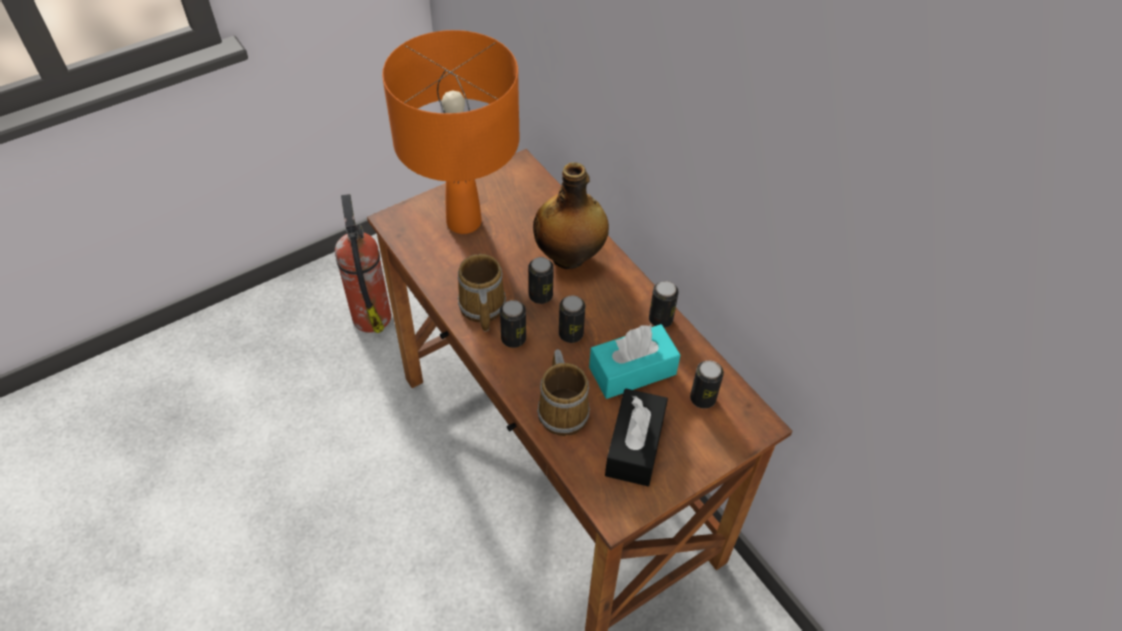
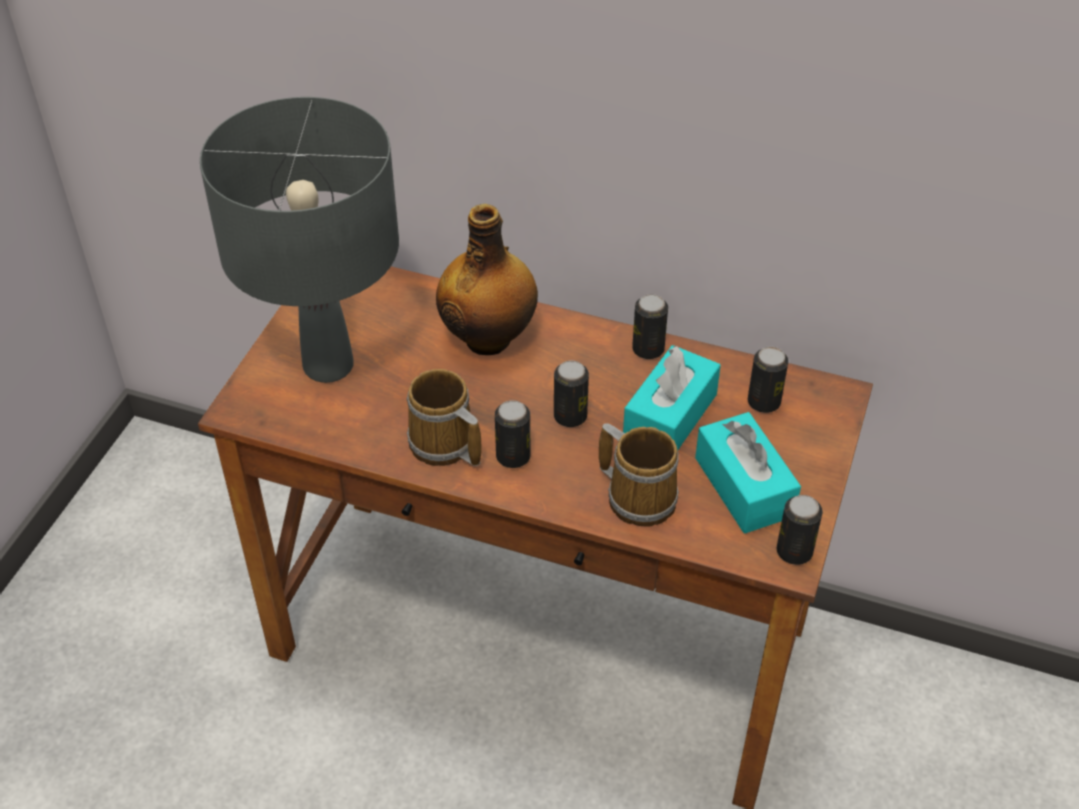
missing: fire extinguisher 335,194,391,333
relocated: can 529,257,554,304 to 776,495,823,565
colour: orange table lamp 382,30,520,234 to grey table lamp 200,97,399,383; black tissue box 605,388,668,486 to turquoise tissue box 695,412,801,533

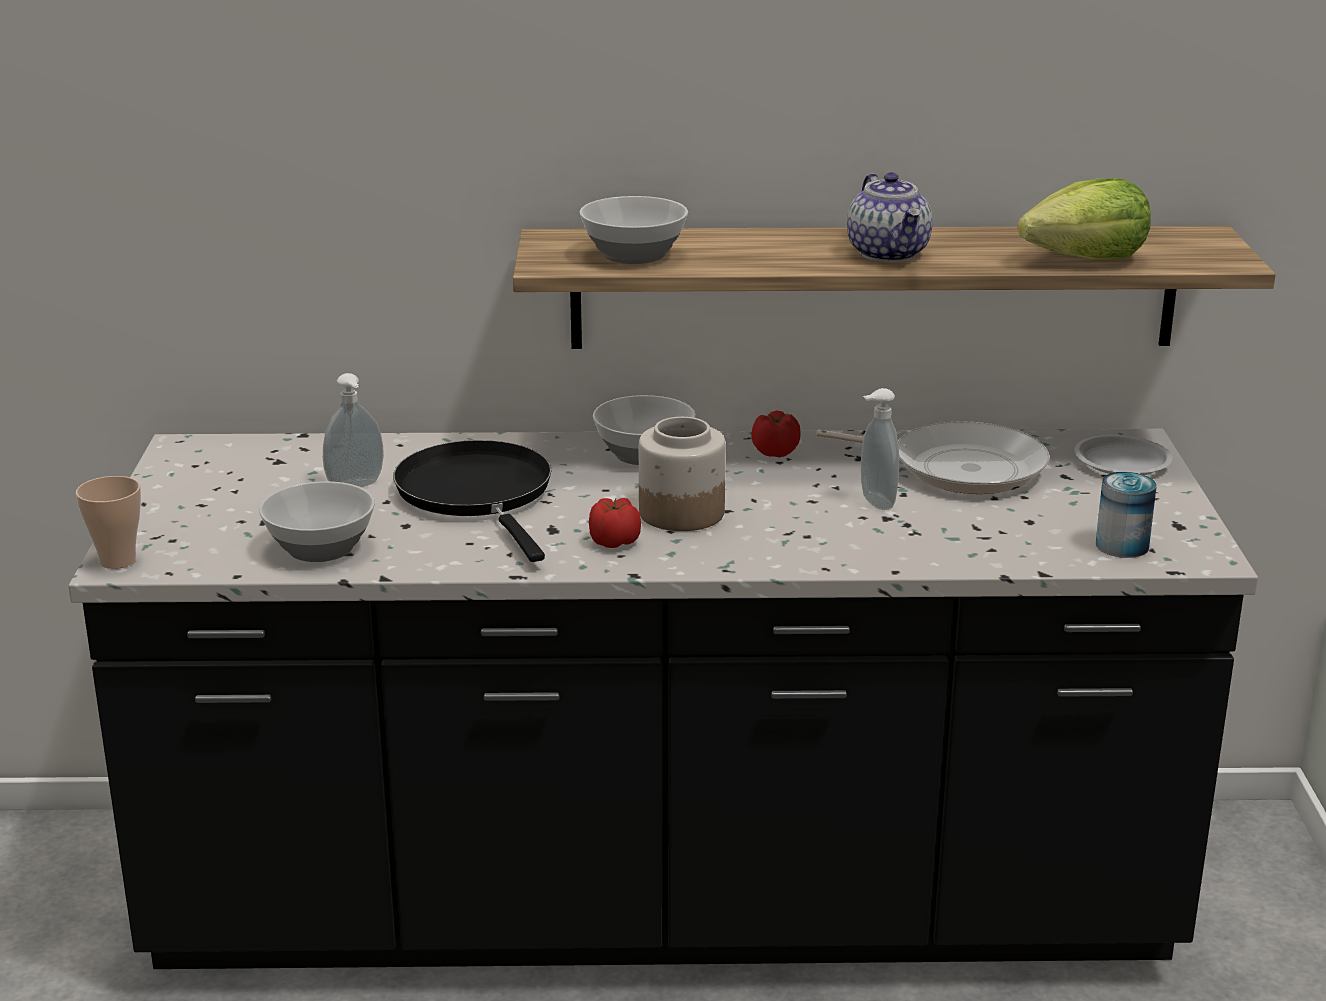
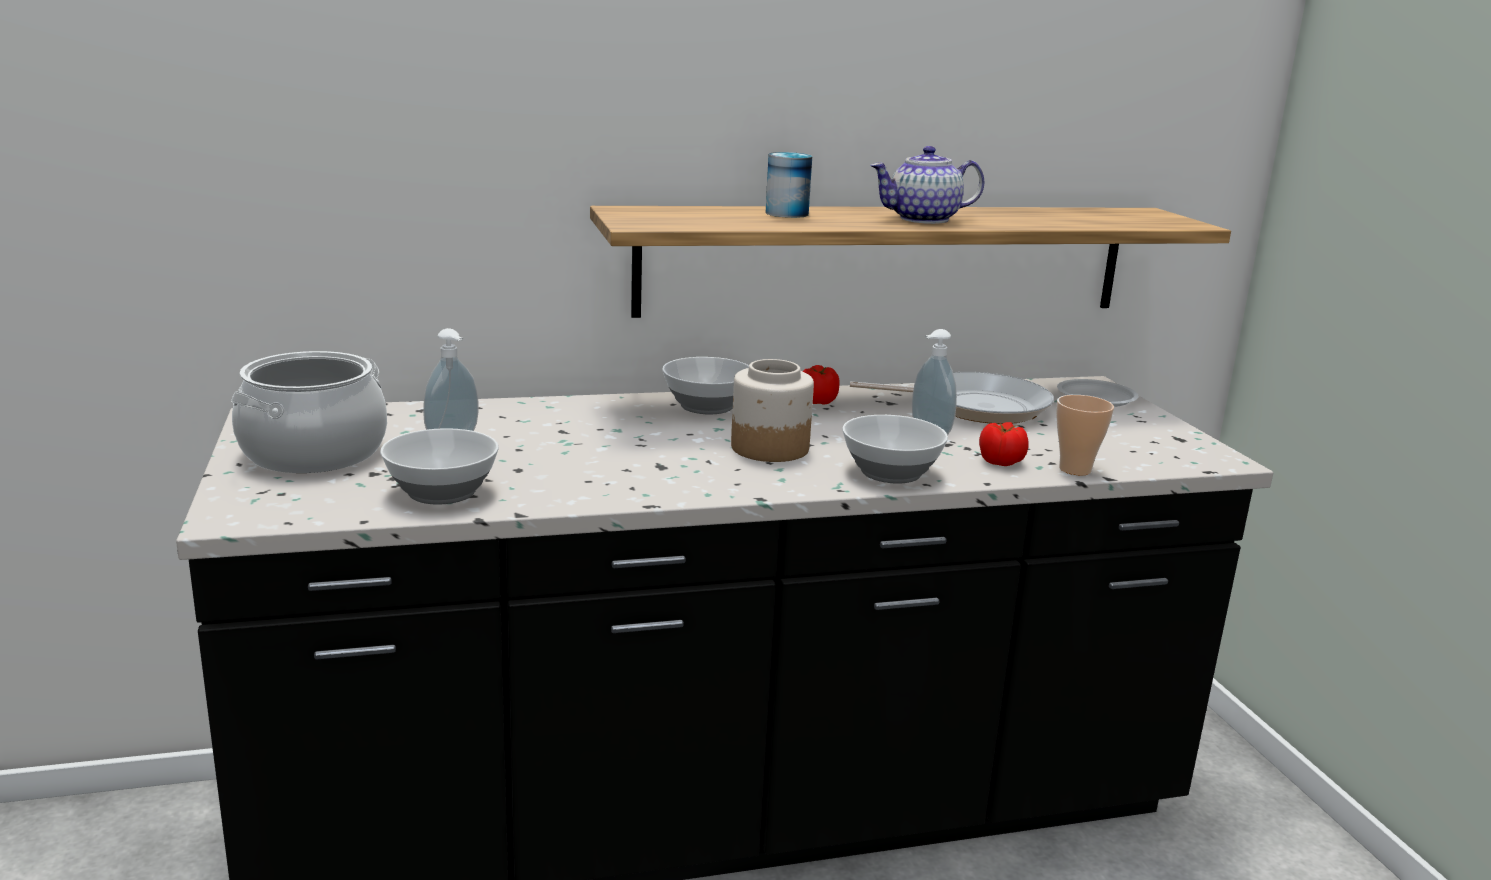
missing: black frying pan 393,440,552,562; lettuce 1018,178,1151,259
appeared: cooking pot 231,351,387,473
relocated: can 1096,472,1157,558 to 766,152,812,218; bowl 579,196,688,264 to 842,415,948,484; tomato 589,498,641,548 to 979,422,1028,466; cup 76,476,141,569 to 1056,395,1114,476
spun: teapot 847,172,933,262 = 870,146,984,224 105 degrees clockwise

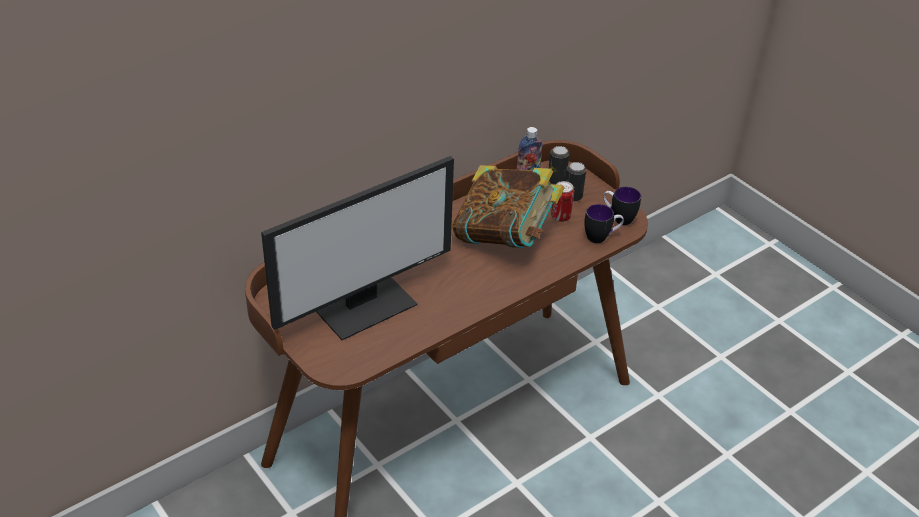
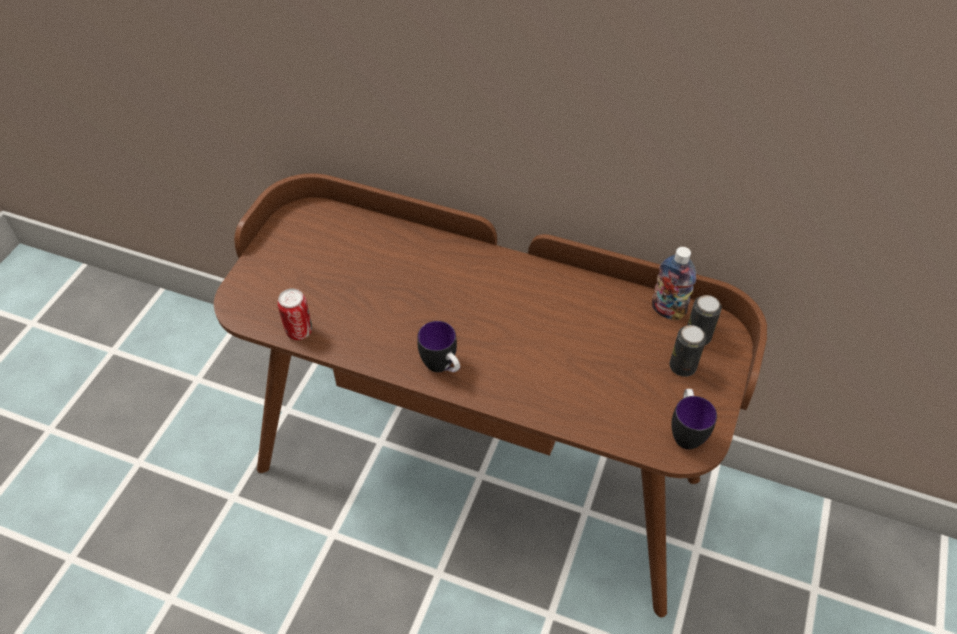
missing: monitor 261,156,454,340; book 452,165,564,248
relocated: can 551,181,574,222 to 278,288,312,340; mug 584,204,624,243 to 417,321,460,372

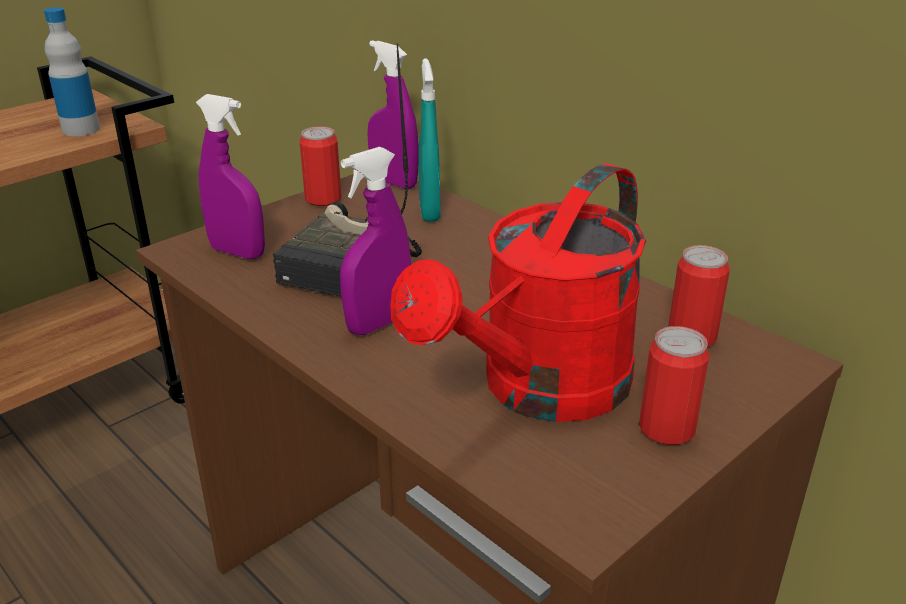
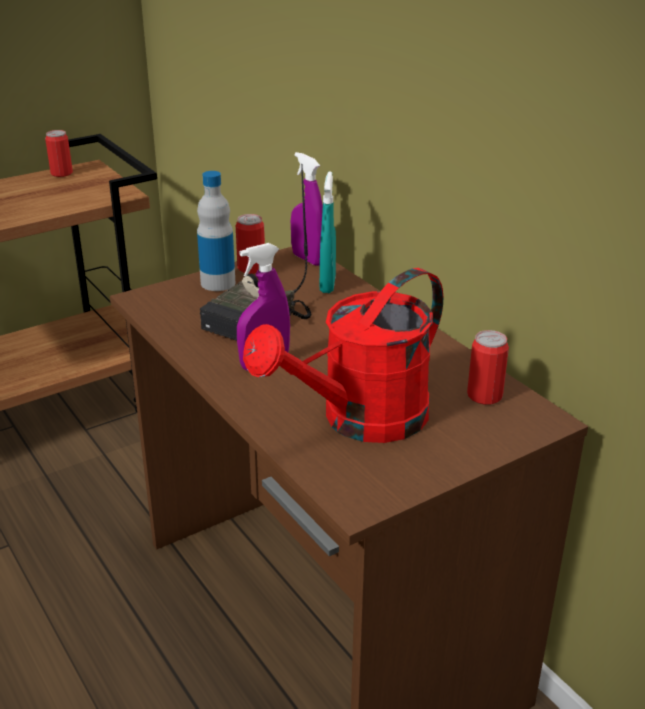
missing: purple spray bottle 196,94,265,259
relocated: can 639,326,709,445 to 45,130,73,177; bottle 44,7,100,136 to 197,171,235,291

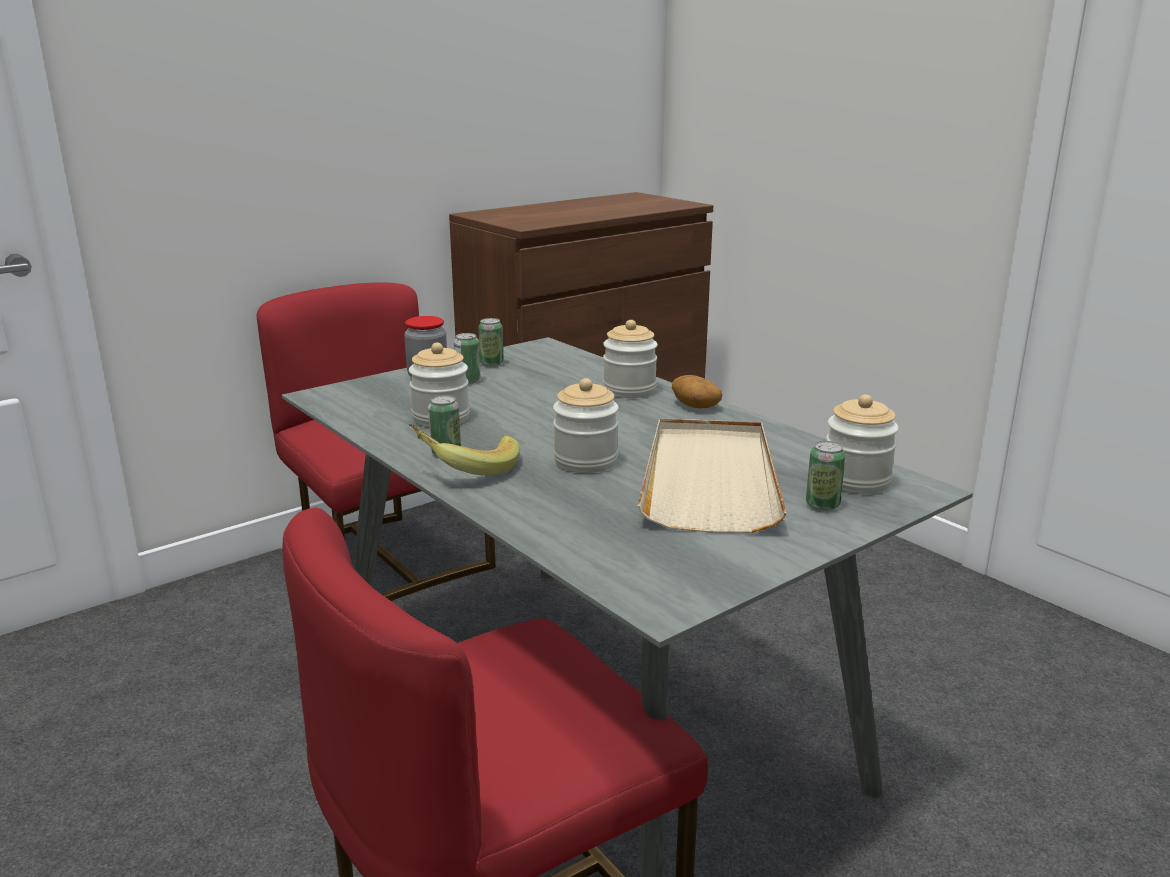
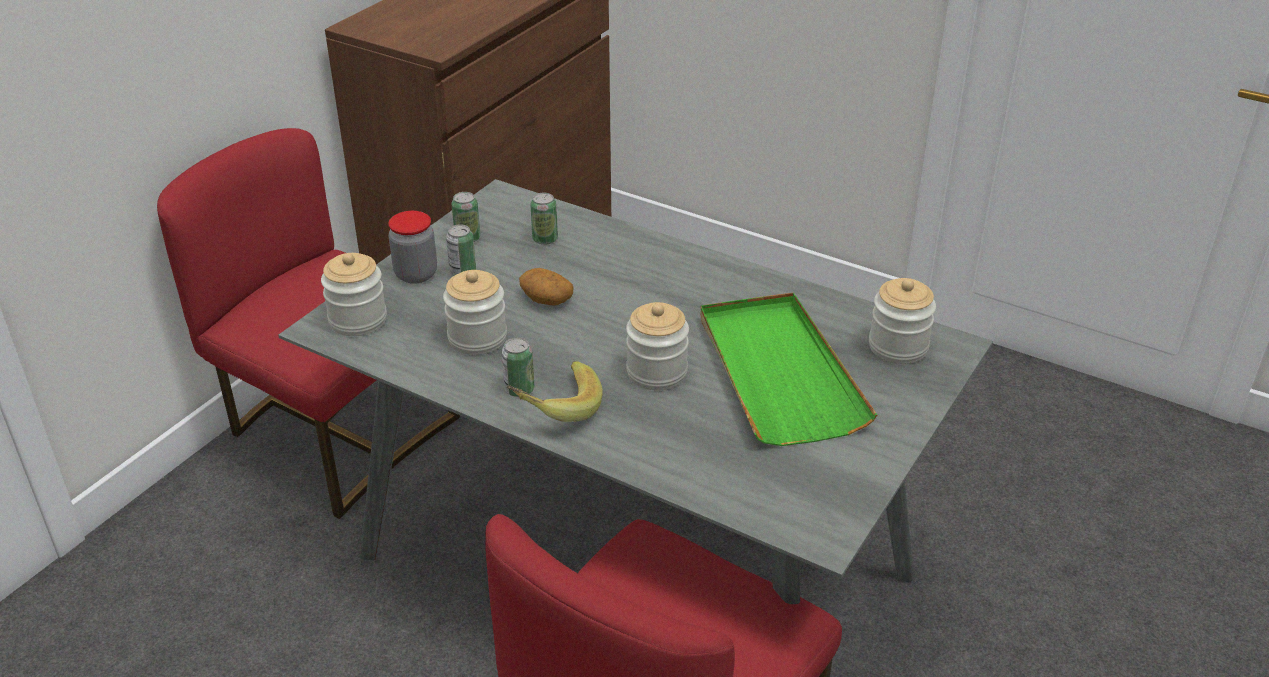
relocated: jar 603,320,658,398 to 321,253,387,336; potato 672,375,722,408 to 519,268,574,305; can 806,441,846,511 to 531,193,558,245
colour: beige tray 638,418,787,533 to green tray 700,293,877,446

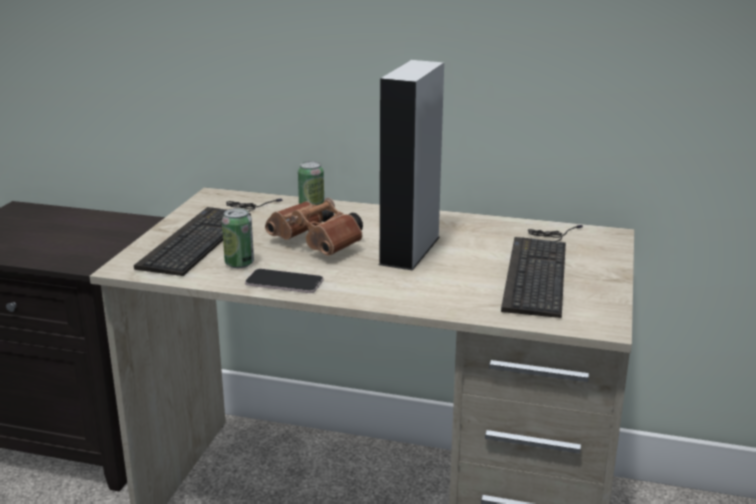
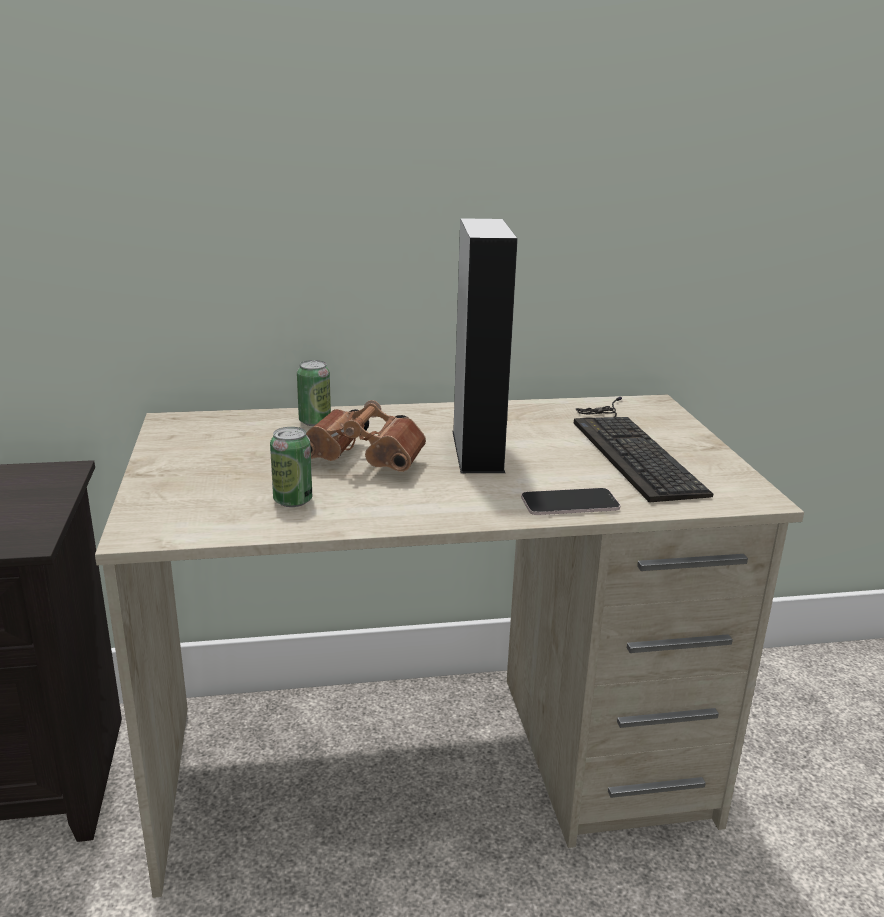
missing: keyboard 134,199,282,276
relocated: phone 245,269,323,293 to 521,488,620,515

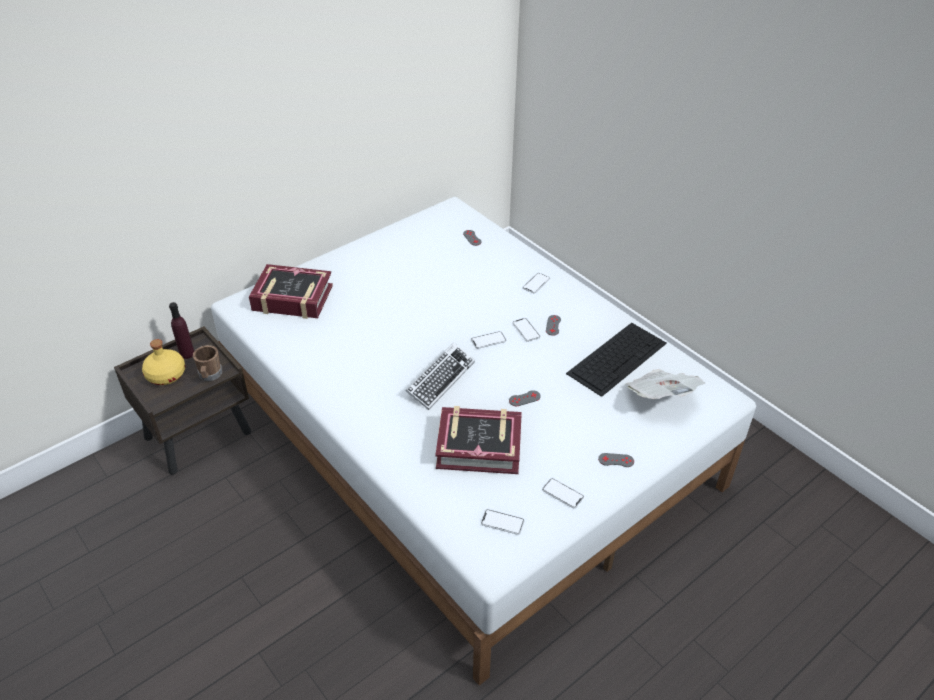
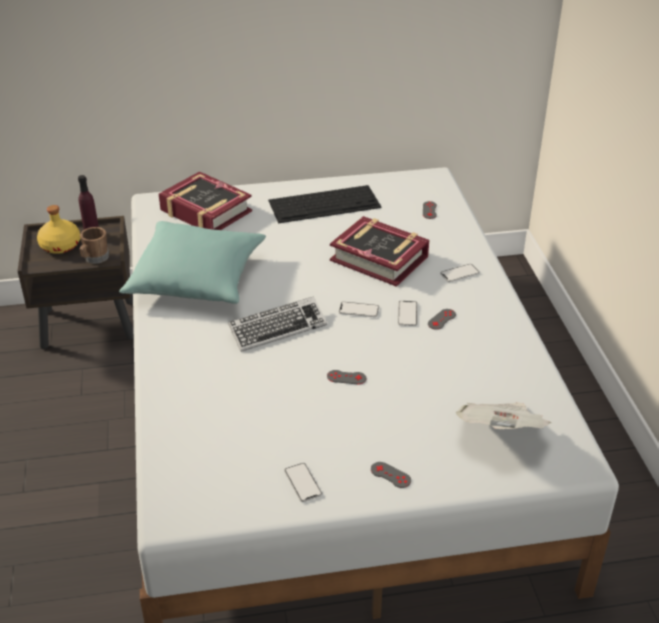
missing: phone 481,509,524,535
appeared: turquoise pillow 119,221,266,304
relocated: keyboard 566,323,667,397 to 268,185,382,223; book 435,406,522,474 to 330,216,429,287

